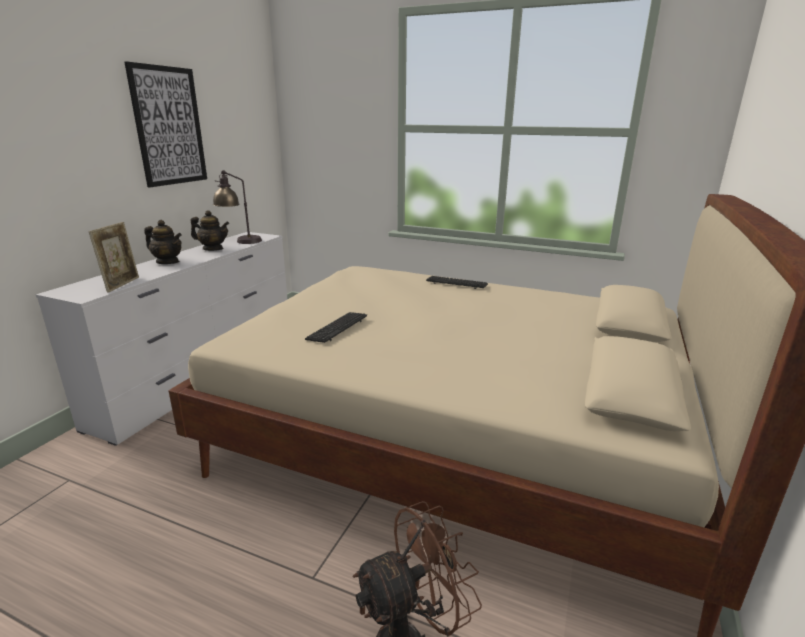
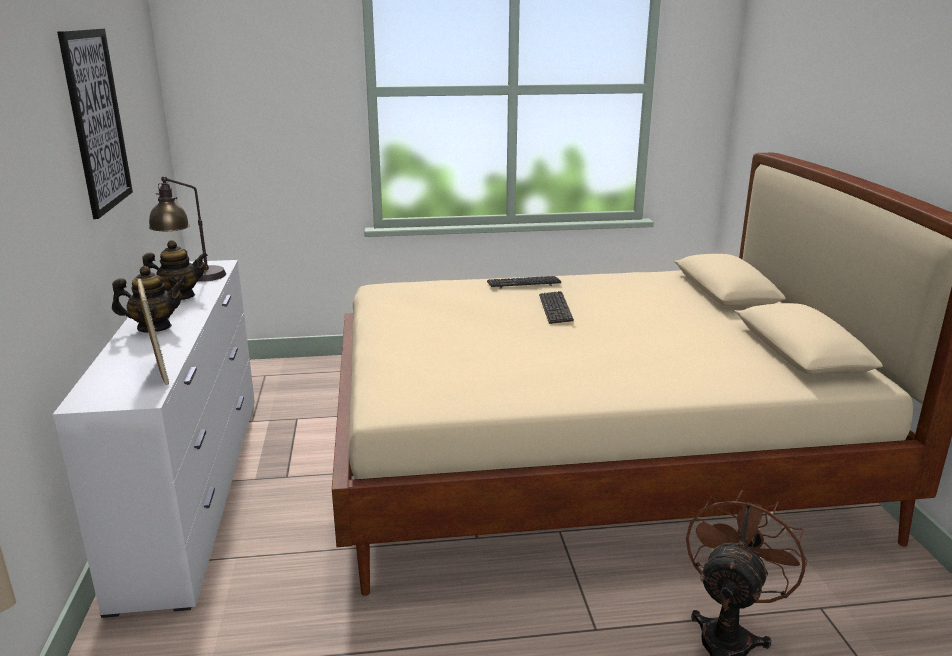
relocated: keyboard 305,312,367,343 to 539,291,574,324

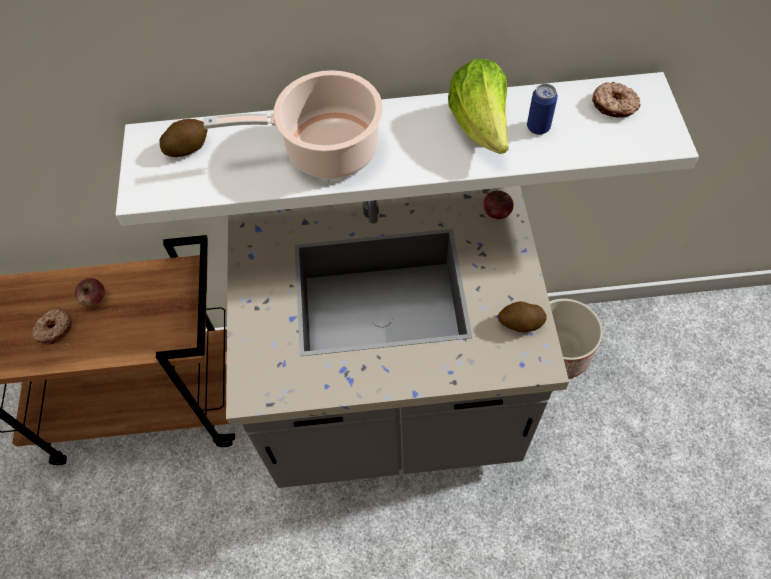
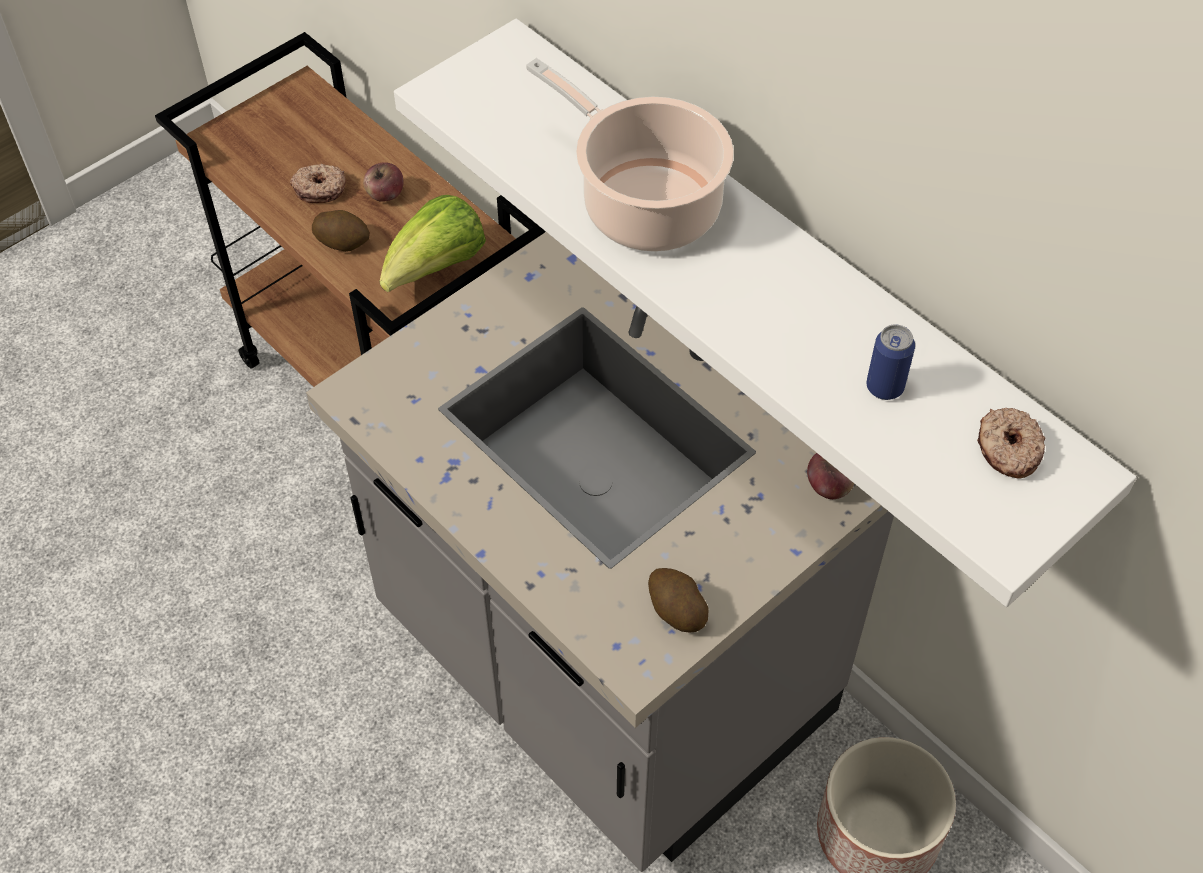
relocated: potato 159,119,207,157 to 312,210,370,252; lettuce 448,59,509,154 to 380,195,486,292

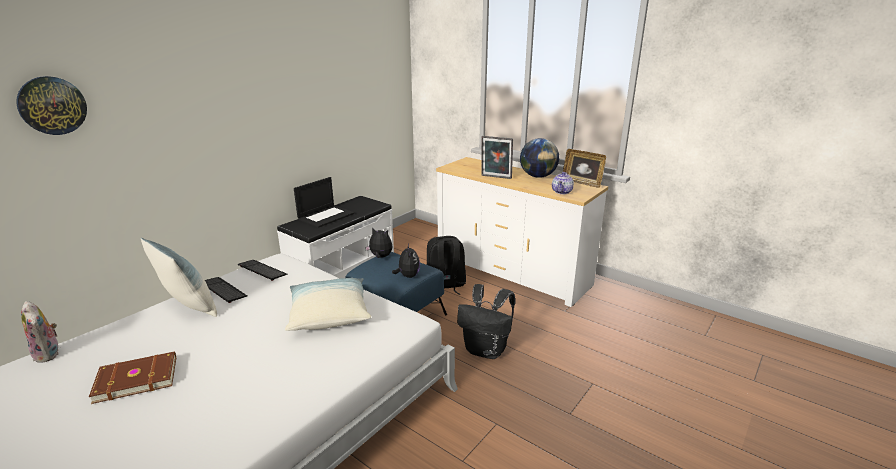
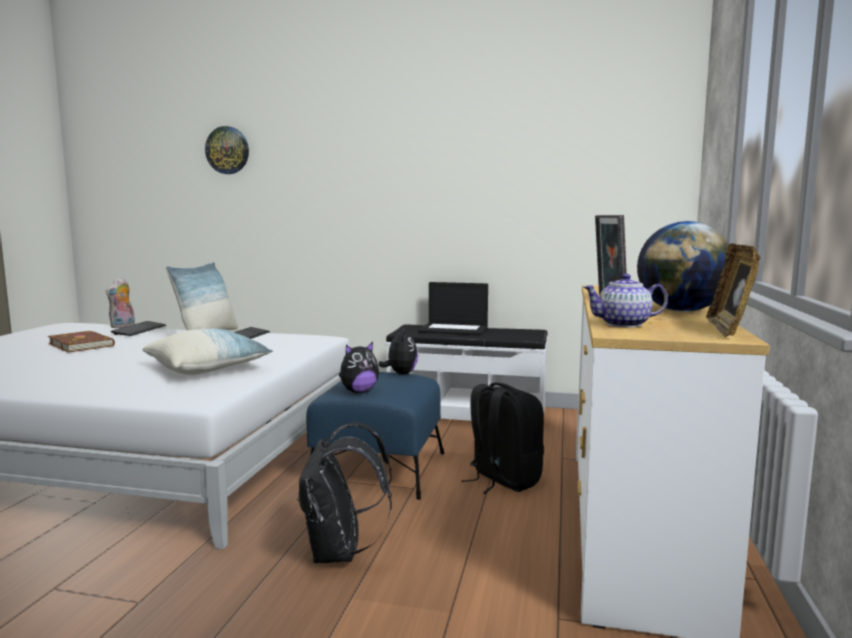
relocated: keyboard 238,260,288,281 to 111,321,166,336

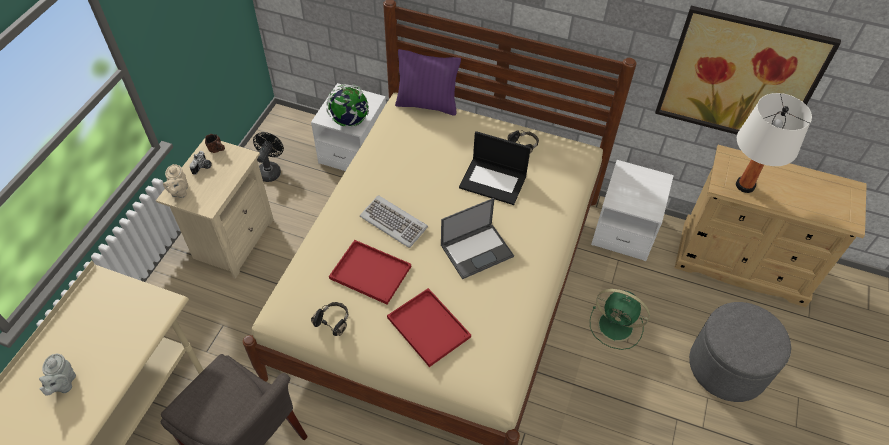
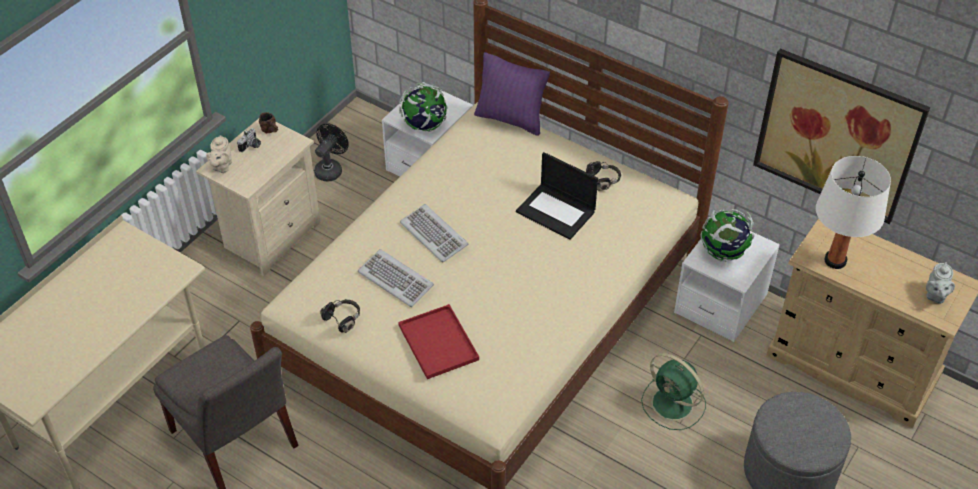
missing: laptop 441,198,514,279
appeared: globe 701,209,755,262
relocated: grey teapot 39,354,76,396 to 926,262,955,304
exchanged: red tray 329,240,411,305 to keyboard 358,249,434,307

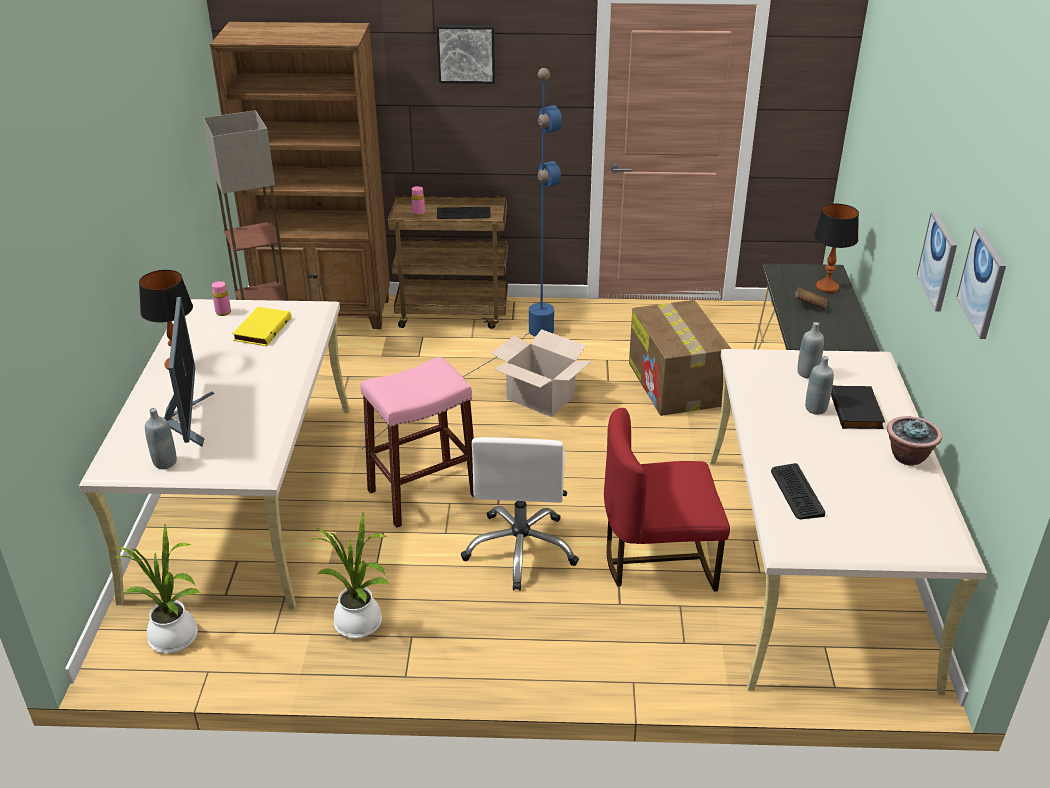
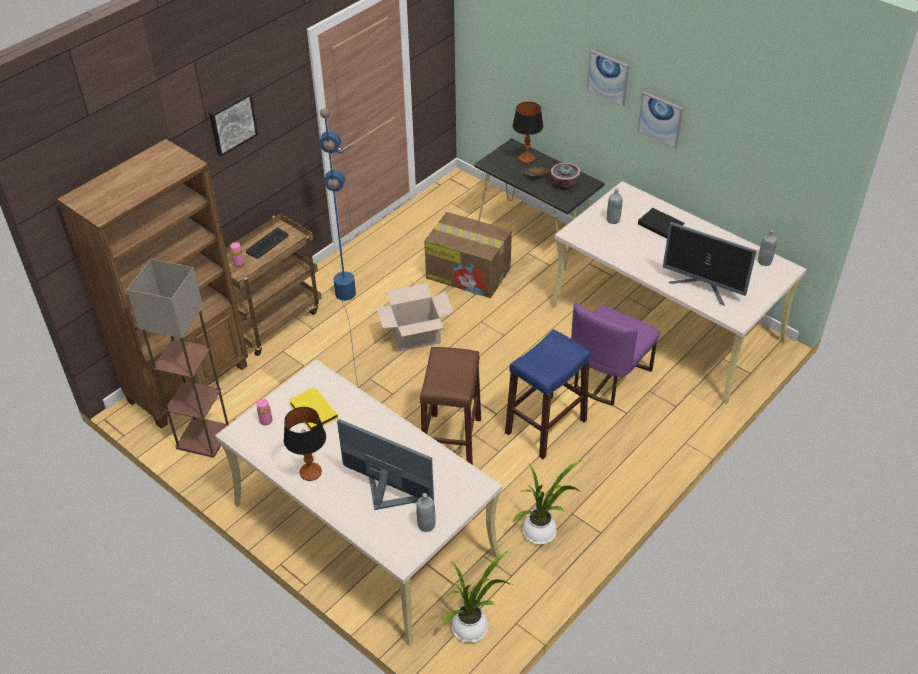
relocated: potted plant 887,416,942,466 to 551,163,580,190; picture 956,227,1006,339 to 587,50,630,106; grey bottle 805,356,834,415 to 758,229,777,266
exchanged: white office chair 461,437,579,591 to blue stool 505,329,591,459; keyboard 771,463,825,519 to monitor 663,222,757,306
colour: pink stool 360,356,474,528 to brown stool 419,347,481,465; red chair 604,408,730,592 to purple chair 571,303,660,406

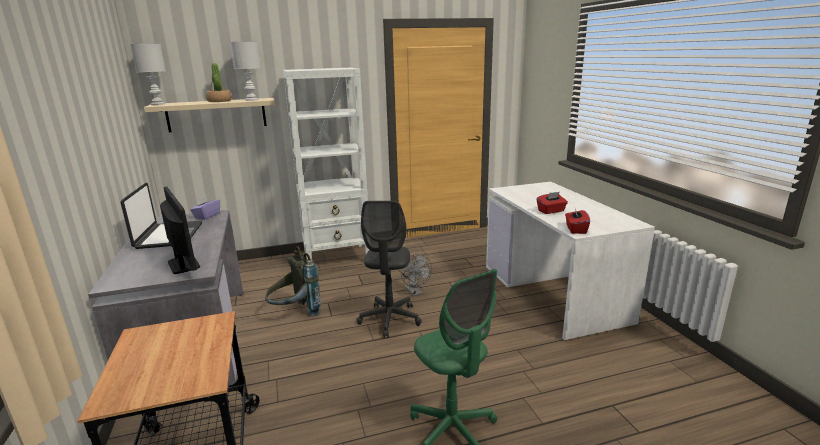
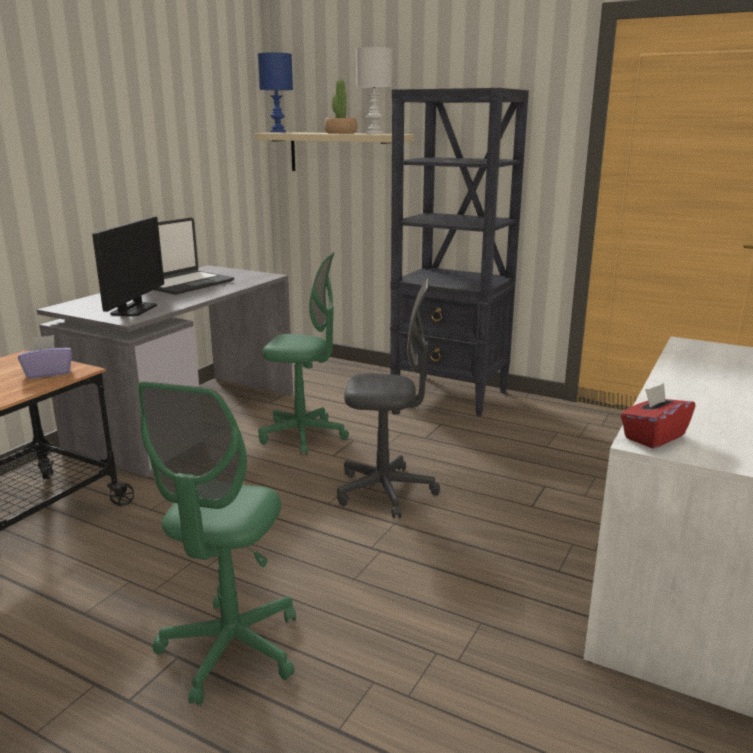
missing: grey fan 401,254,432,296; red tissue box 536,192,568,214
relocated: purple tissue box 190,195,220,220 to 18,335,72,379
exchanged: grey backpack 265,246,321,316 to green office chair 258,252,349,455
colour: white table lamp 130,43,166,105 to blue table lamp 258,53,293,133; white bookcase 283,68,369,260 to black bookcase 390,88,529,416
spun: grey office chair 357,201,422,338 = 337,278,440,519 135 degrees counterclockwise

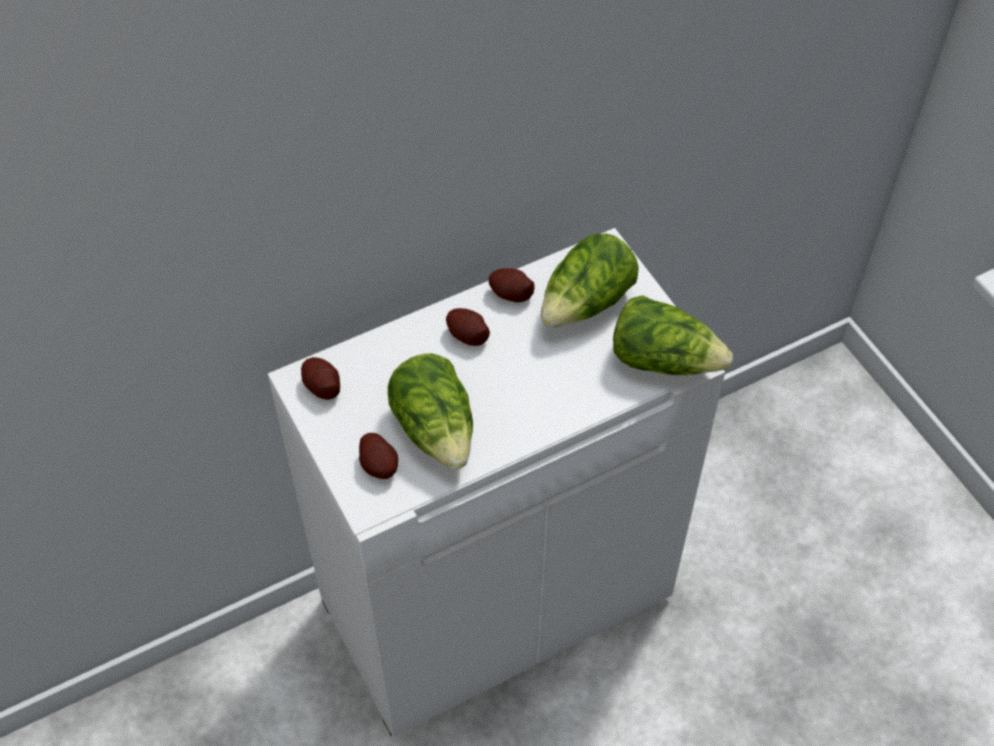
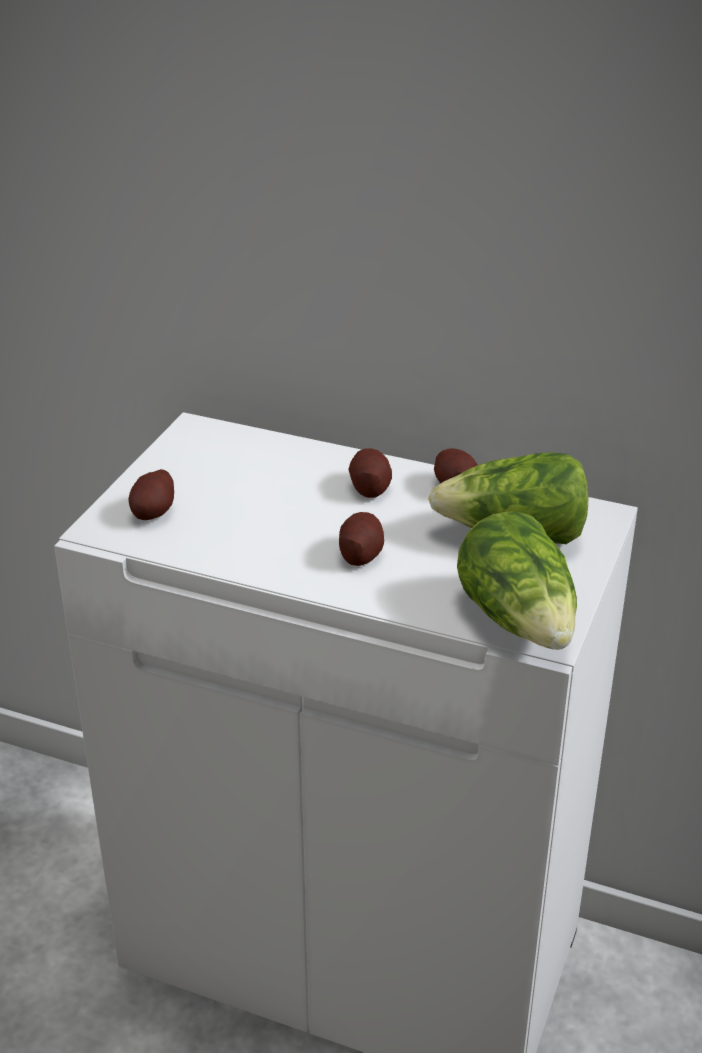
missing: lettuce 388,353,473,470
relocated: potato 301,357,340,400 to 339,512,384,566

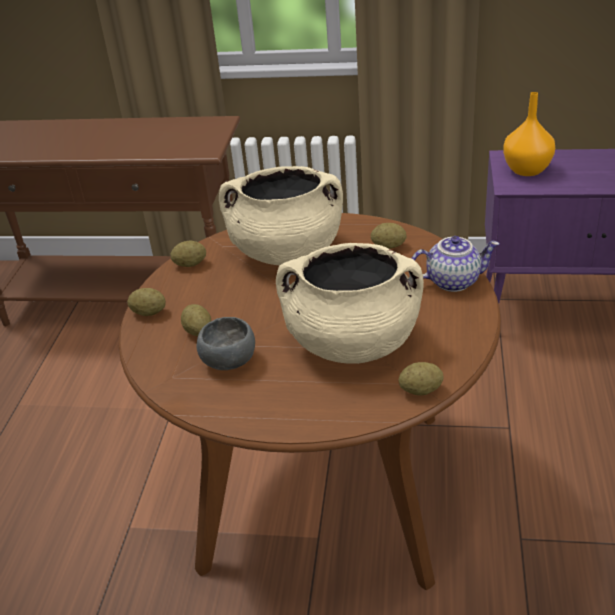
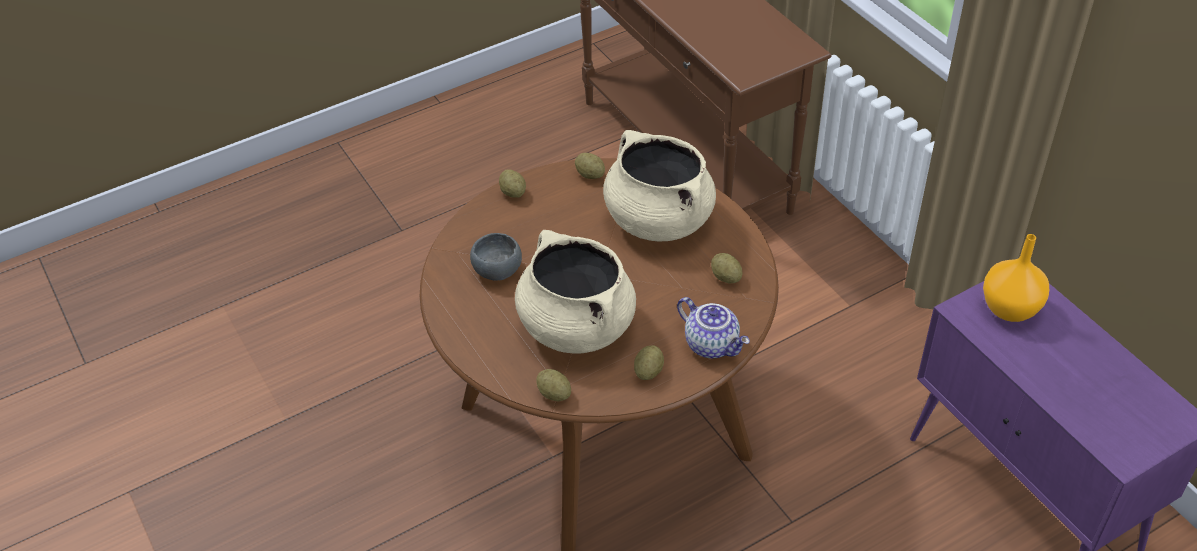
relocated: potato 181,304,211,336 to 634,345,664,380

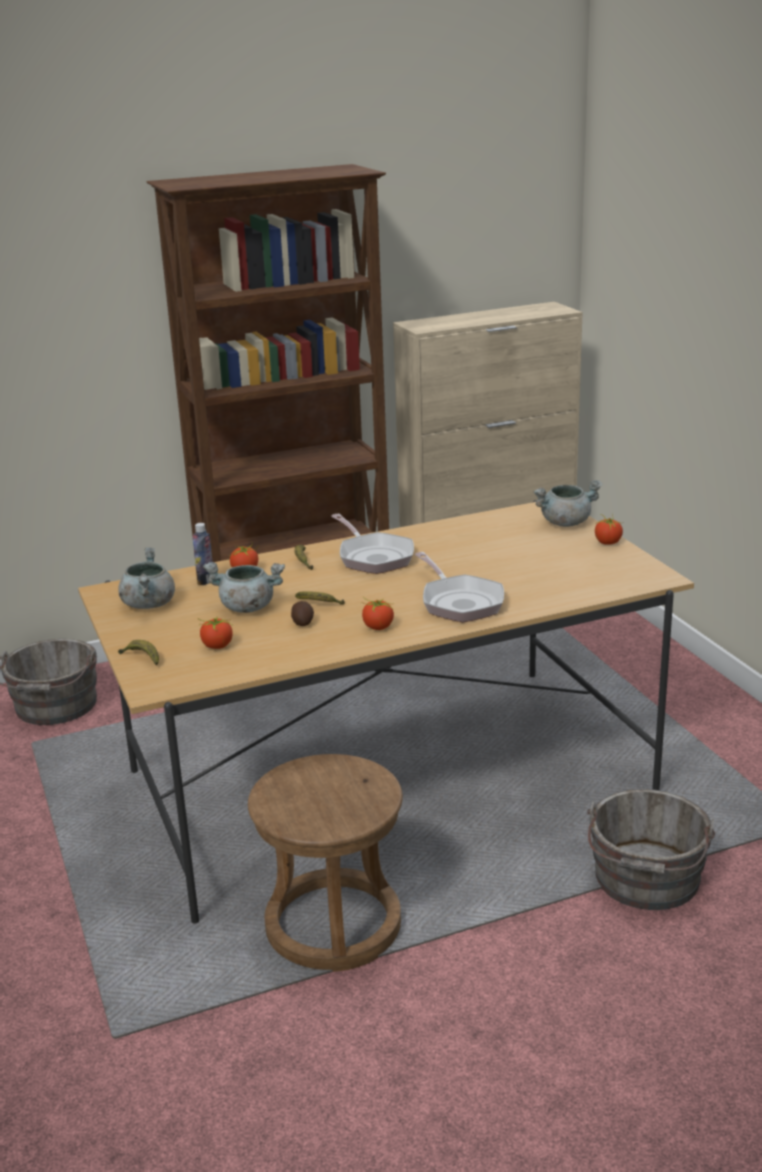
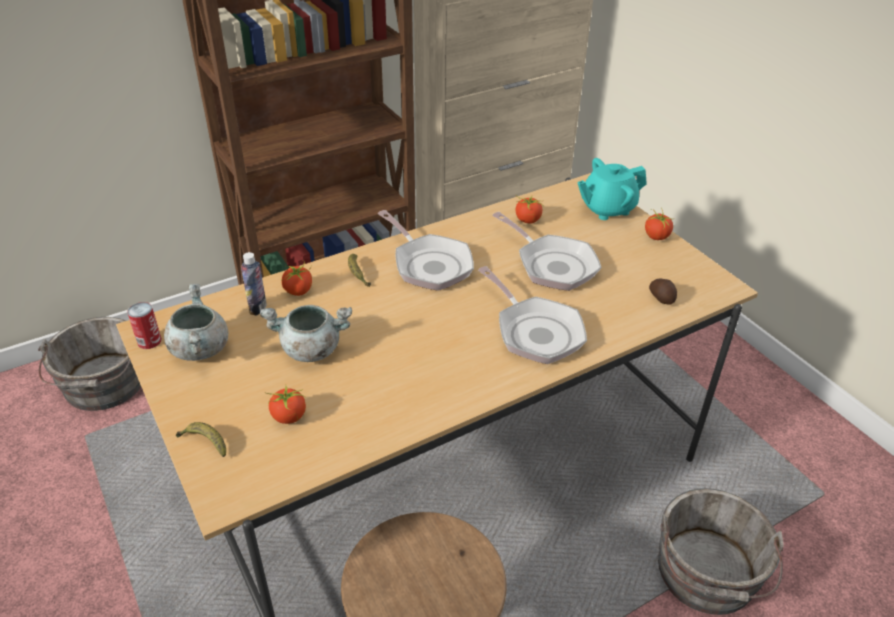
missing: banana 295,591,345,605
appeared: can 127,302,162,349; frying pan 492,212,602,291
relocated: tomato 360,597,394,630 to 516,196,544,224; potato 291,601,314,626 to 649,279,677,304
exchanged: grey cooking pot 533,481,603,527 to turquoise teapot 577,158,647,220

